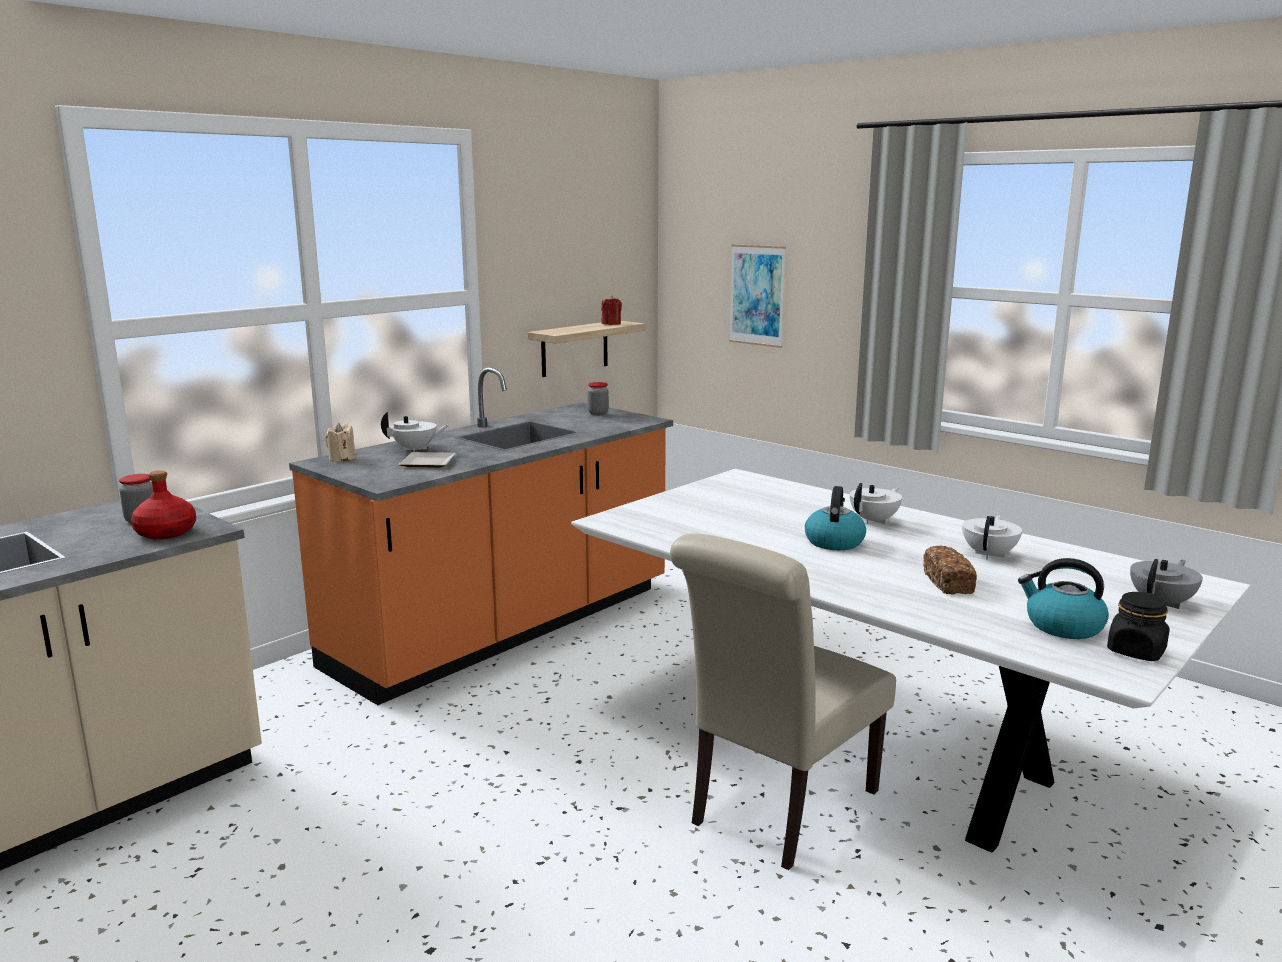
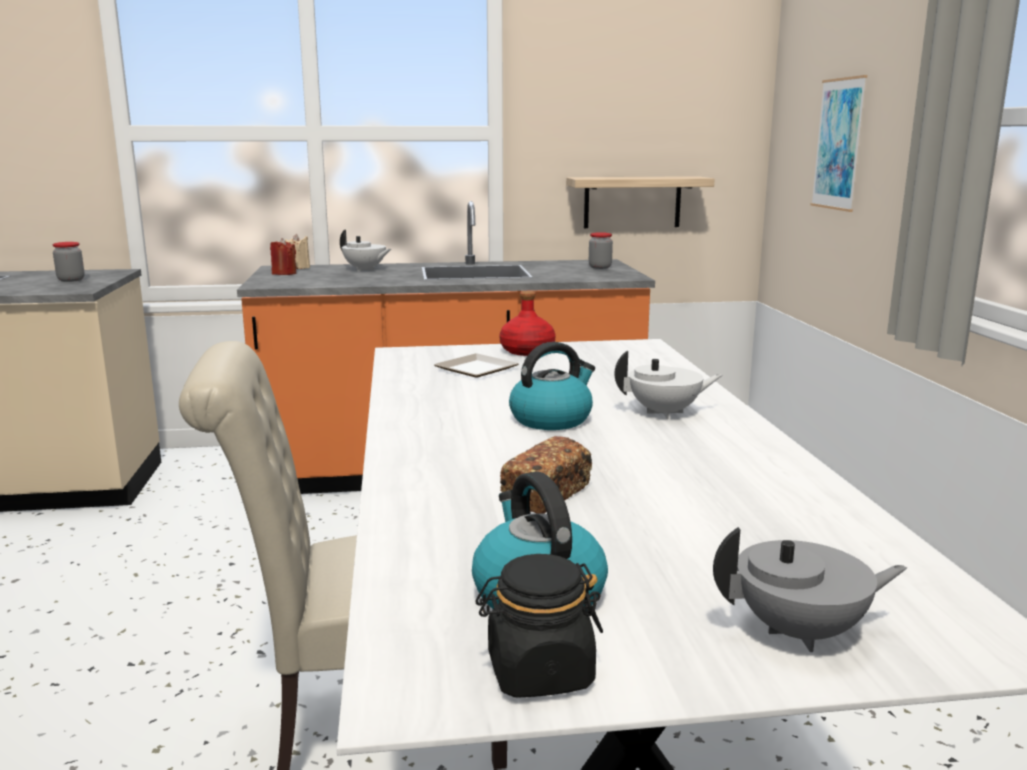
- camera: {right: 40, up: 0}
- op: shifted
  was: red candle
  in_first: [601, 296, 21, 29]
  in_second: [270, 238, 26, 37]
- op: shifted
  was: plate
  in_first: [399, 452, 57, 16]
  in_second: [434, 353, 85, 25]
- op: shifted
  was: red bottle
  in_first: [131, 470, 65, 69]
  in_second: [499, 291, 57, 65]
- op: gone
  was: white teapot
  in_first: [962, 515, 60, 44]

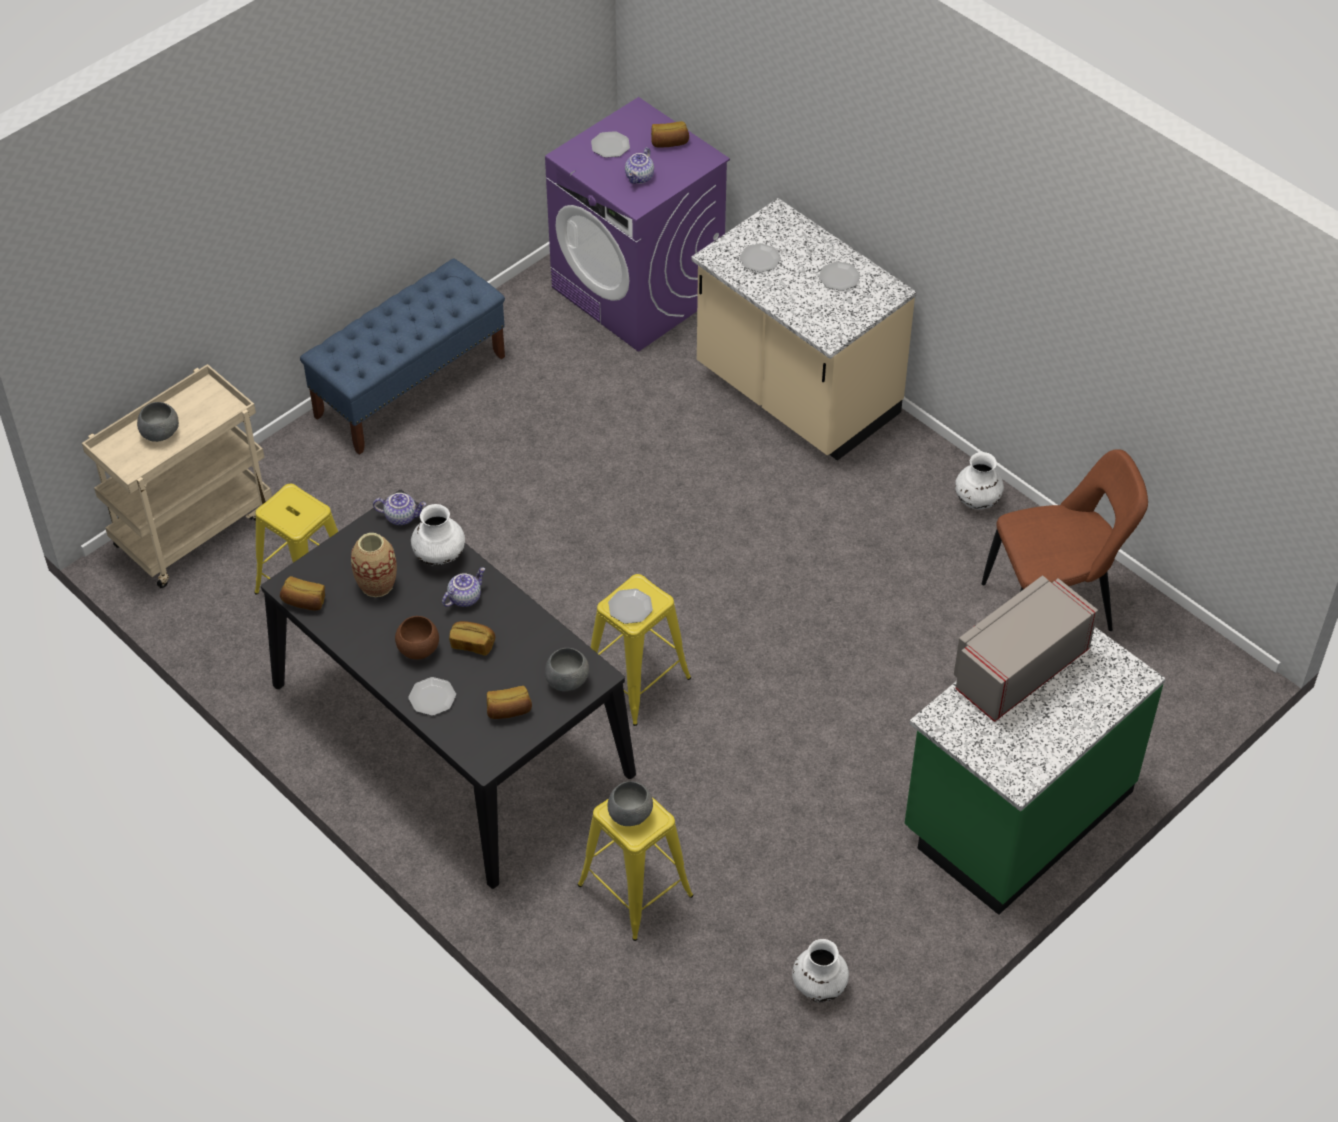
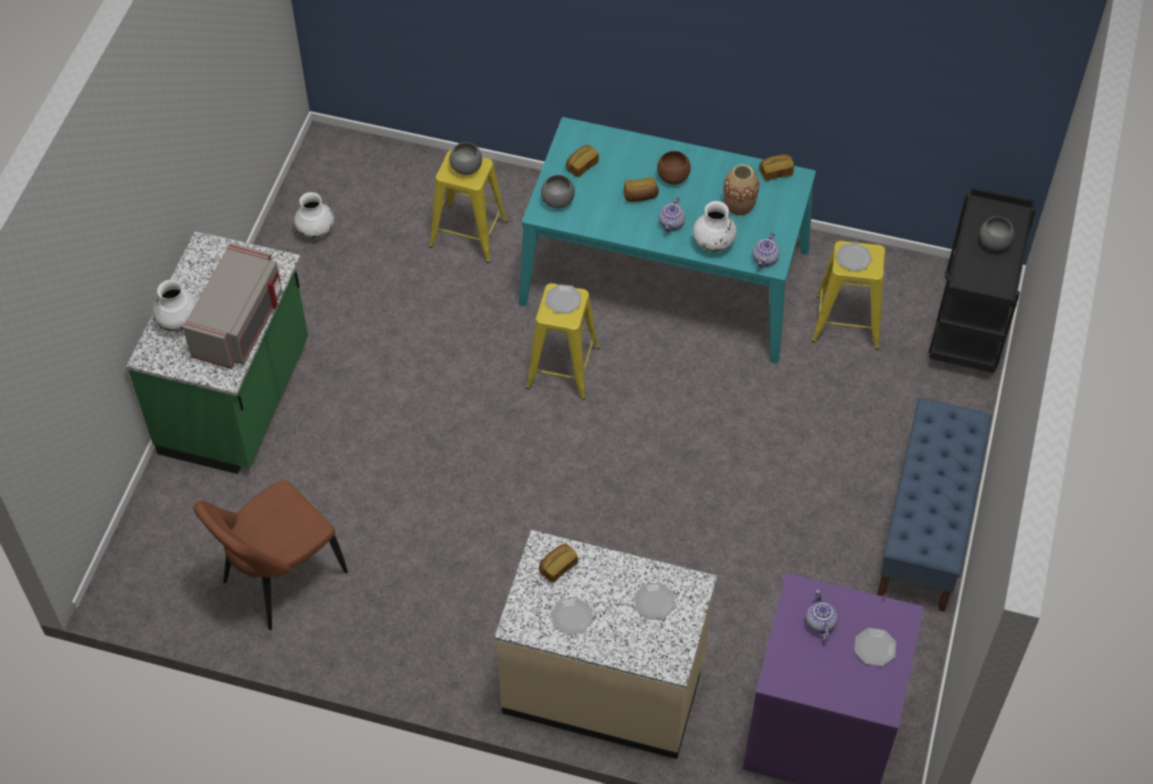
- camera: {right: 150, up: 5}
- op: shifted
  was: white vase
  in_first: [955, 452, 49, 57]
  in_second: [153, 280, 44, 51]
- op: repainted
  was: black dining table
  now: turquoise dining table
  in_first: [261, 490, 375, 399]
  in_second: [519, 117, 297, 247]
- op: shifted
  was: bread
  in_first: [651, 121, 38, 27]
  in_second: [539, 544, 39, 39]
- op: rotated
  was: teapot
  in_first: [373, 493, 53, 32]
  in_second: [752, 233, 27, 35]
  clockwise: -45
- op: shifted
  was: plate
  in_first: [408, 677, 48, 39]
  in_second: [836, 243, 36, 28]
- op: repainted
  was: beige cart
  now: black cart
  in_first: [82, 364, 190, 224]
  in_second: [928, 187, 108, 186]

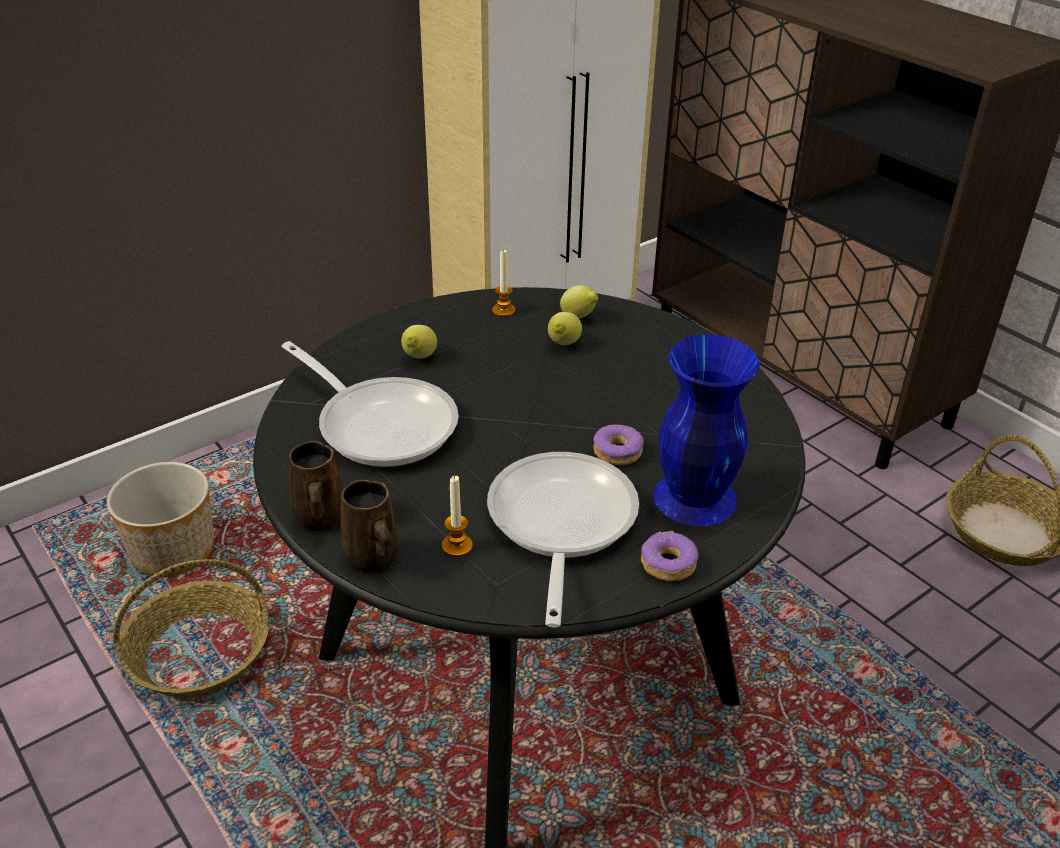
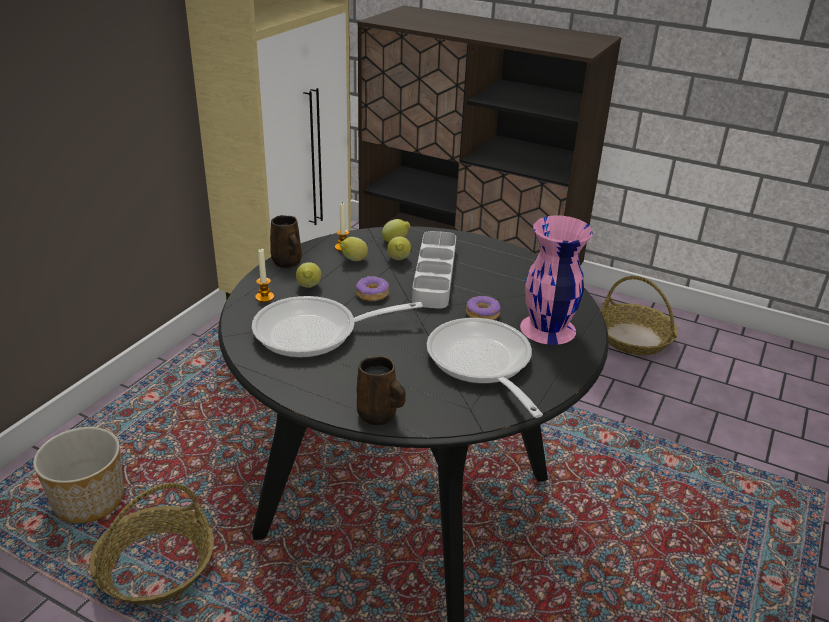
- camera: {right: -25, up: -5}
- op: rotated
  was: frying pan
  in_first: [281, 341, 178, 126]
  in_second: [252, 296, 171, 62]
  clockwise: 150
- op: shifted
  was: candle
  in_first: [442, 476, 31, 81]
  in_second: [255, 249, 19, 53]
- op: shifted
  was: brown mug
  in_first: [289, 441, 53, 90]
  in_second: [270, 215, 32, 53]
- op: new
  now: lemon
  in_second: [340, 237, 28, 24]
- op: shifted
  was: donut
  in_first: [641, 531, 57, 50]
  in_second: [356, 276, 33, 25]
- op: new
  now: grey tray
  in_second: [412, 231, 44, 78]
- op: repainted
  was: blue vase
  now: pink vase
  in_first: [653, 334, 107, 192]
  in_second: [520, 215, 73, 130]

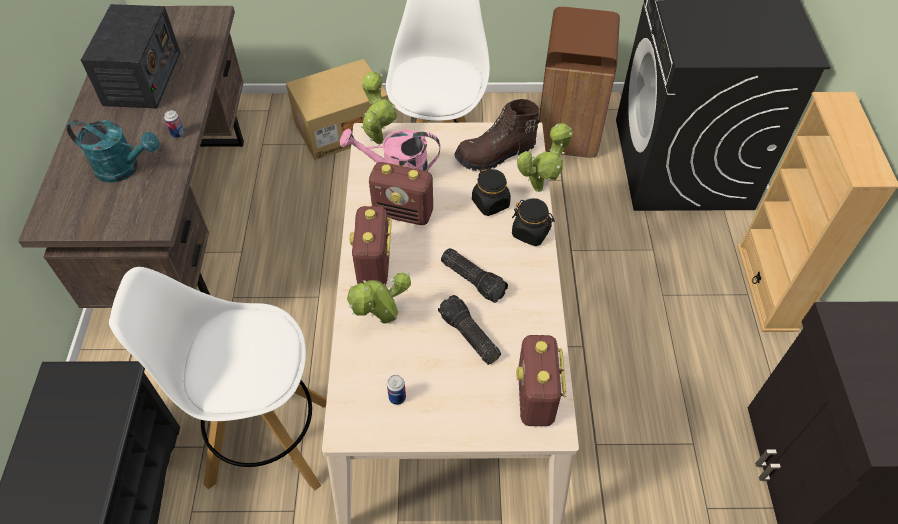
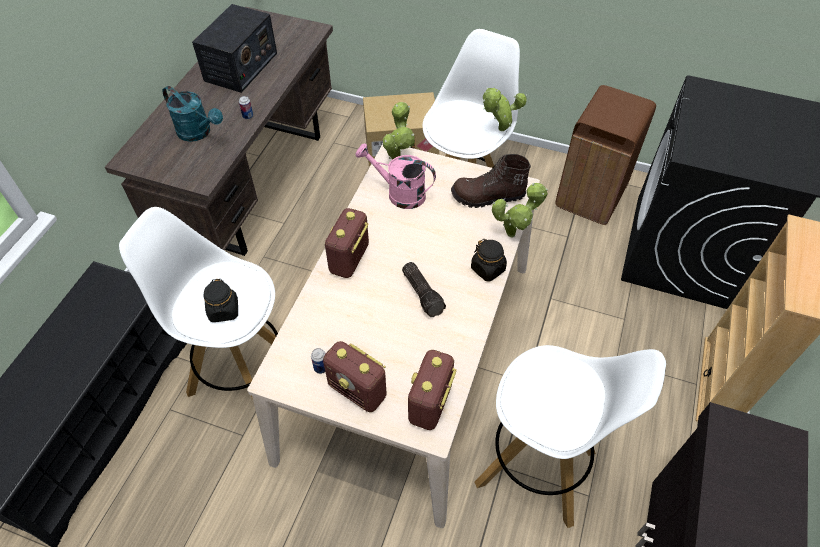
- camera: {right: 20, up: 0}
- op: shifted
  was: black jar
  in_first: [472, 167, 39, 49]
  in_second: [203, 279, 35, 43]
- op: shifted
  was: radio
  in_first: [369, 162, 64, 63]
  in_second: [323, 341, 64, 71]
- op: new
  now: white stool
  in_second: [475, 345, 191, 183]
- op: shifted
  was: potted plant
  in_first: [347, 273, 64, 51]
  in_second: [483, 88, 44, 43]
- op: gone
  was: flashlight
  in_first: [438, 295, 63, 70]

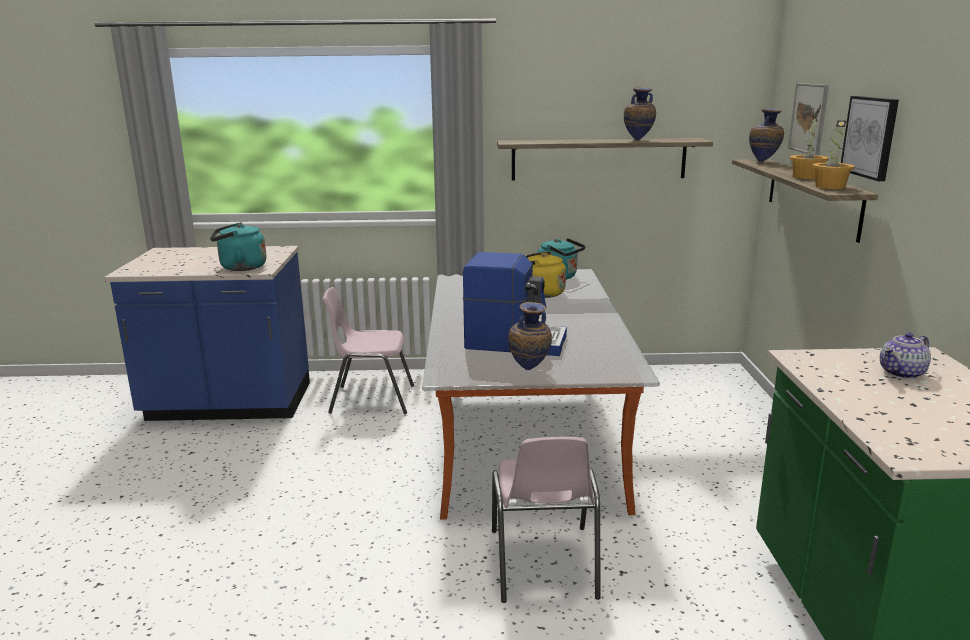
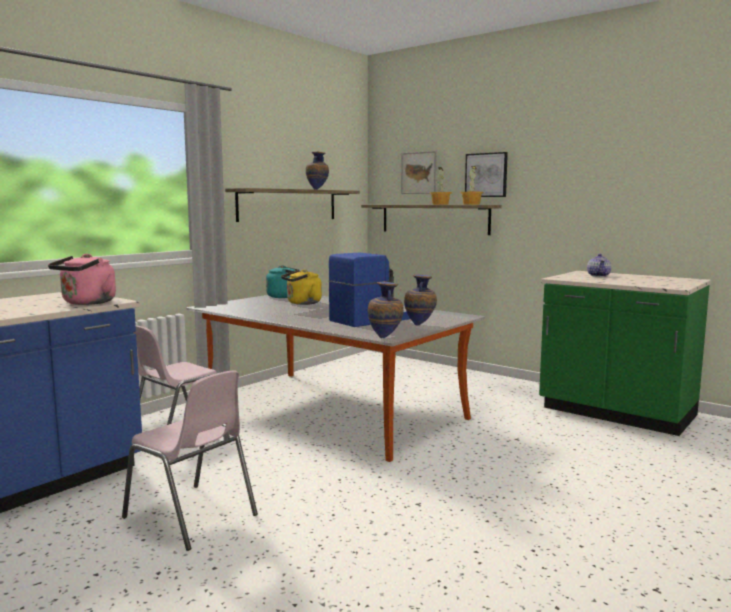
- camera: {right: -50, up: -10}
- op: repainted
  was: turquoise kettle
  now: pink kettle
  in_first: [210, 222, 57, 49]
  in_second: [48, 254, 68, 51]
- op: shifted
  was: pink chair
  in_first: [492, 437, 109, 166]
  in_second: [122, 370, 136, 181]
- op: shifted
  was: vase
  in_first: [749, 108, 35, 54]
  in_second: [368, 282, 36, 56]

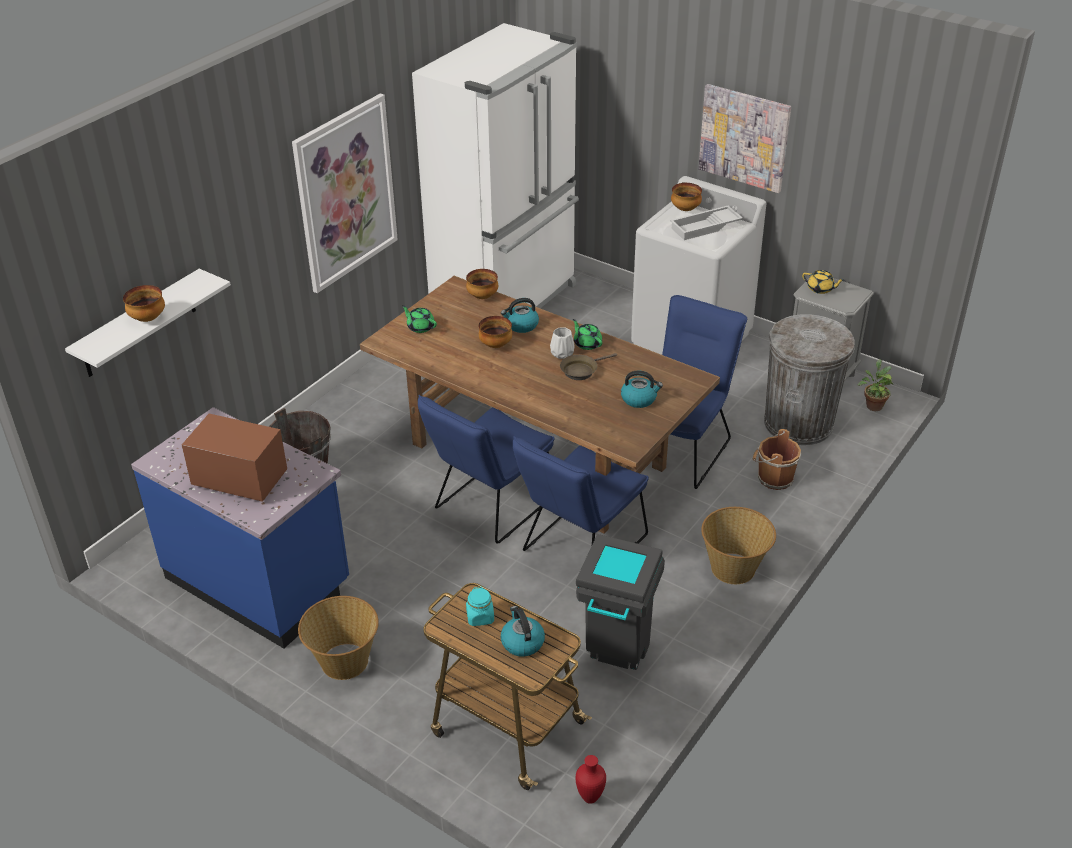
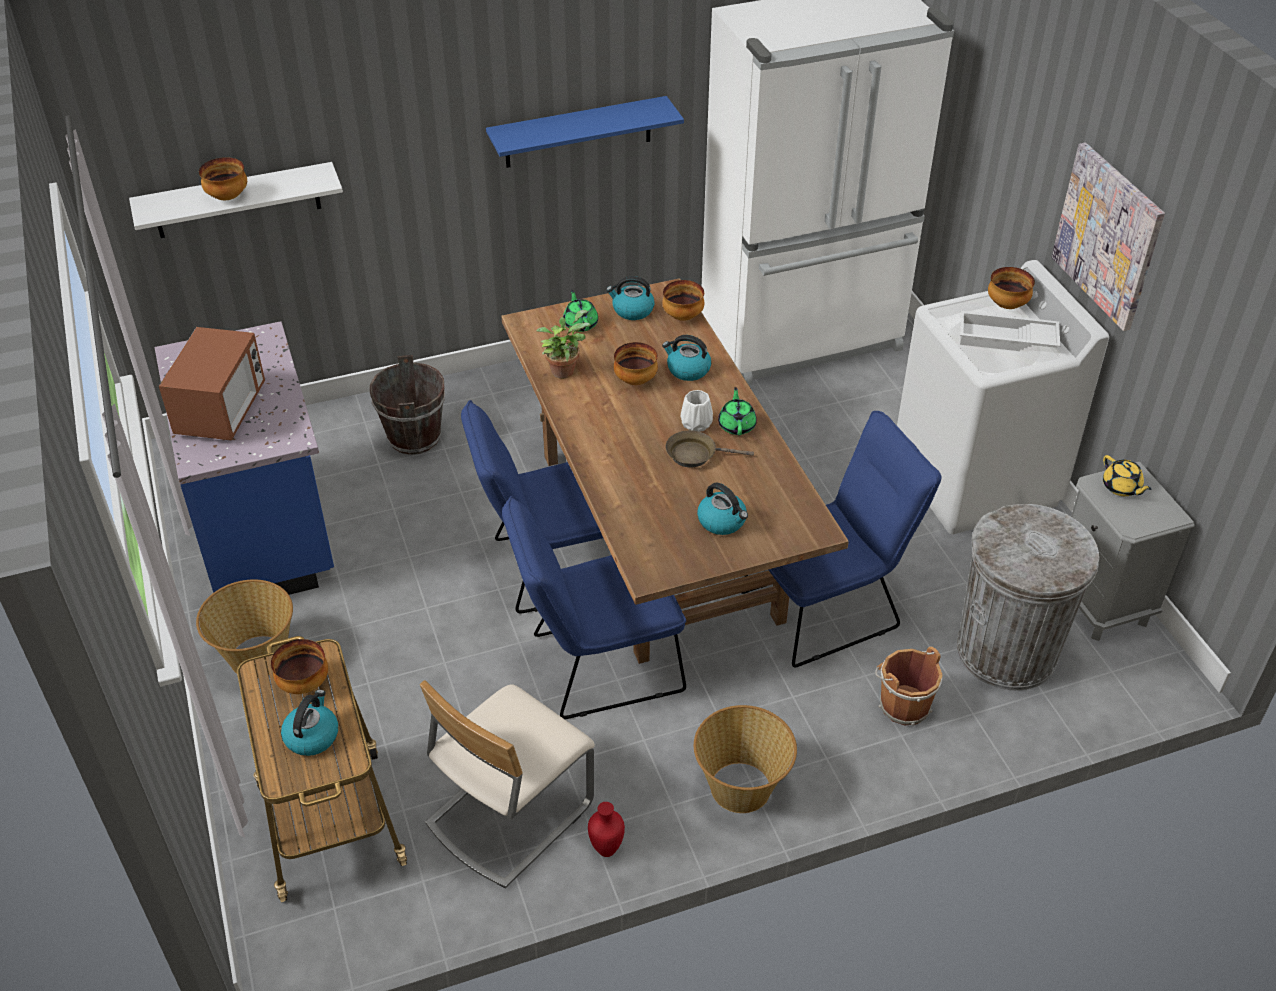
- camera: {right: 35, up: 5}
- op: rotated
  was: microwave
  in_first: [182, 414, 105, 88]
  in_second: [159, 327, 106, 113]
  clockwise: 45
- op: swapped
  was: turquoise jar
  now: bowl
  in_first: [466, 587, 28, 39]
  in_second: [271, 639, 57, 55]
- op: swapped
  was: grey trash can
  now: beige chair
  in_first: [576, 534, 89, 136]
  in_second: [420, 680, 175, 208]
- op: swapped
  was: picture
  now: blue shelf
  in_first: [292, 93, 106, 200]
  in_second: [486, 96, 198, 72]
- op: shifted
  was: potted plant
  in_first: [858, 359, 35, 52]
  in_second: [536, 310, 55, 69]
- op: shifted
  was: red vase
  in_first: [576, 755, 30, 49]
  in_second: [588, 802, 37, 55]
- op: new
  now: kettle
  in_second: [606, 276, 48, 44]

